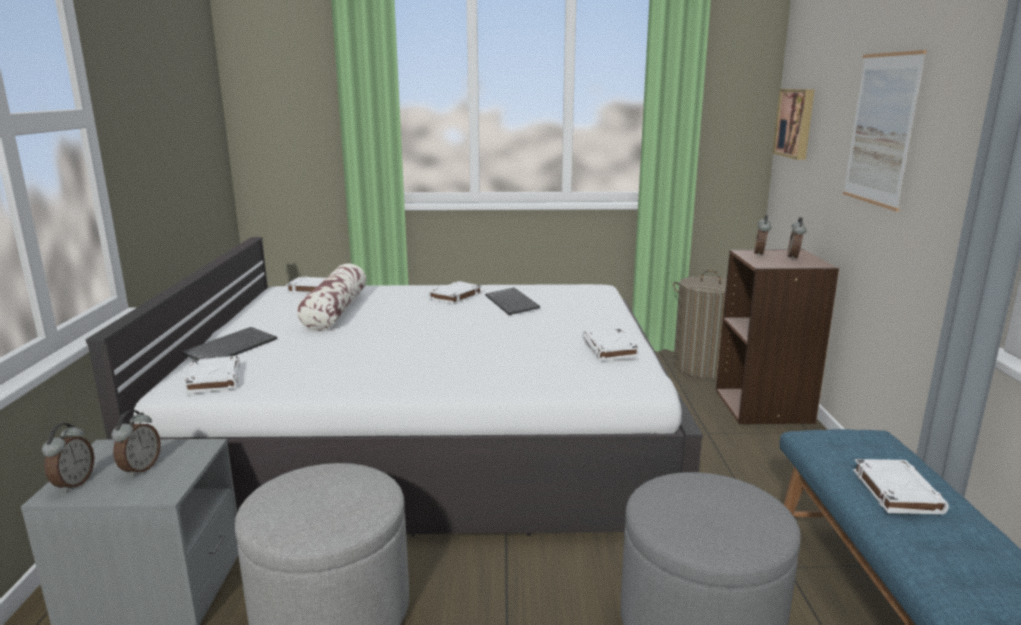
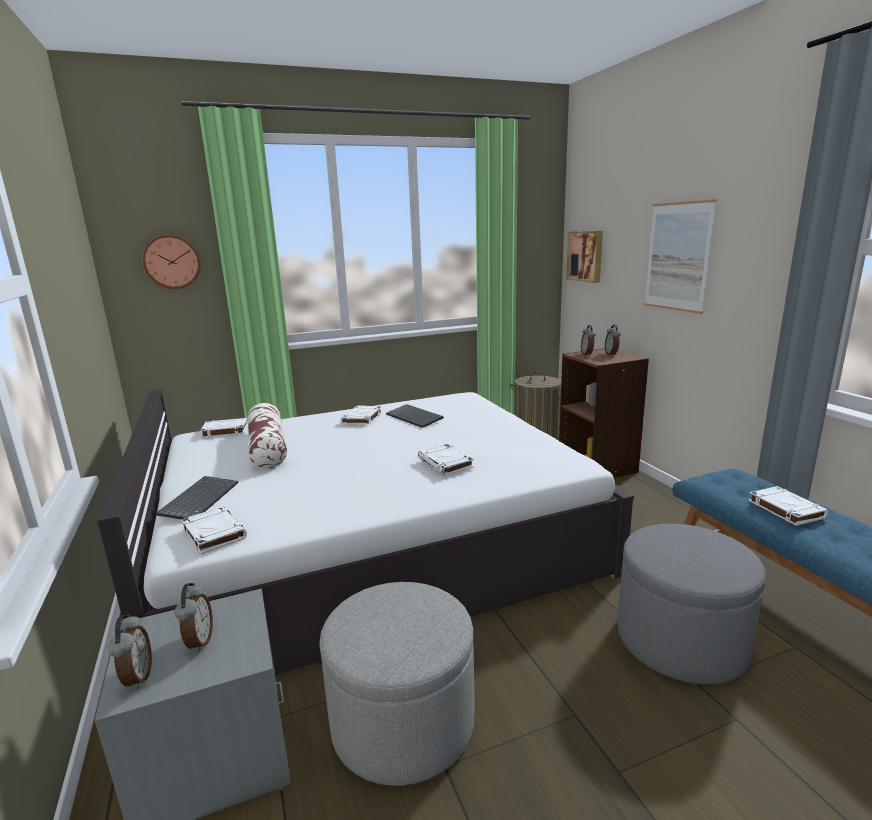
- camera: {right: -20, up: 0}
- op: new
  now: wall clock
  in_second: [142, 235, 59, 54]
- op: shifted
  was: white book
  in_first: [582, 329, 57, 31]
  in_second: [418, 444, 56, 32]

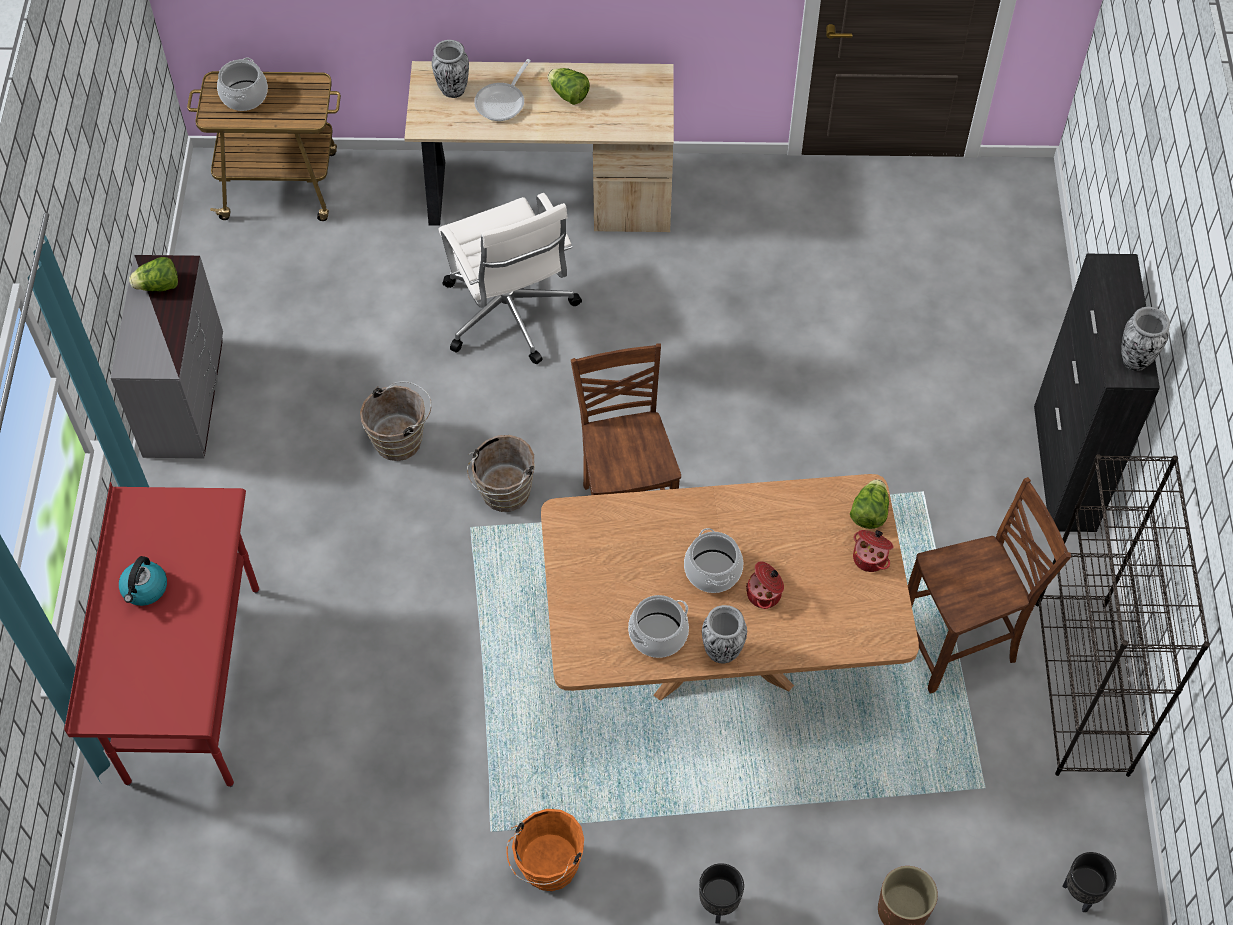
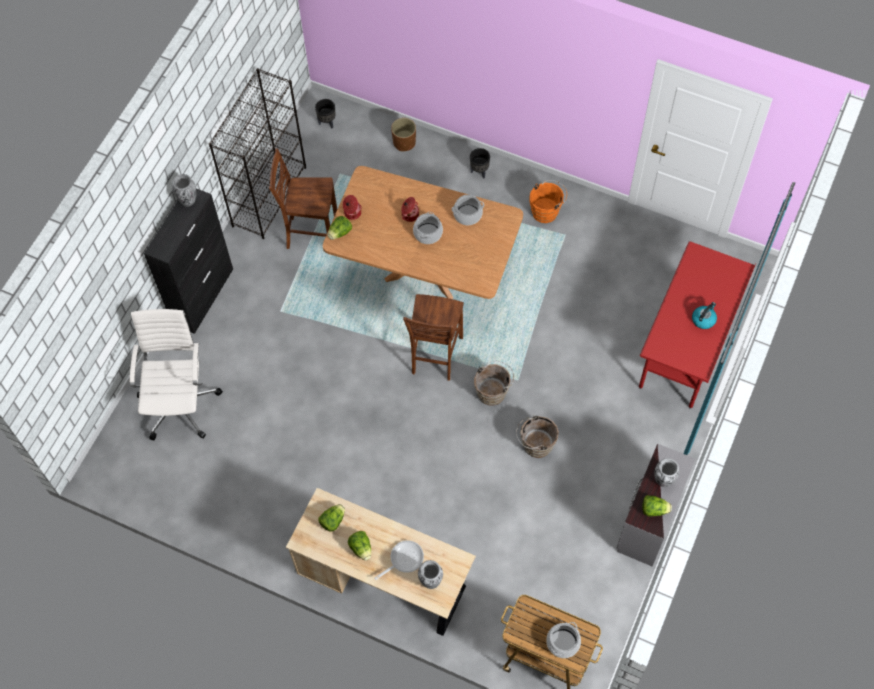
- camera: {right: -155, up: 5}
- op: shifted
  was: white office chair
  in_first: [439, 193, 143, 172]
  in_second: [130, 309, 93, 131]
- op: new
  now: lettuce
  in_second: [318, 504, 27, 28]
- op: shifted
  was: vase
  in_first: [702, 605, 45, 58]
  in_second: [655, 458, 24, 29]

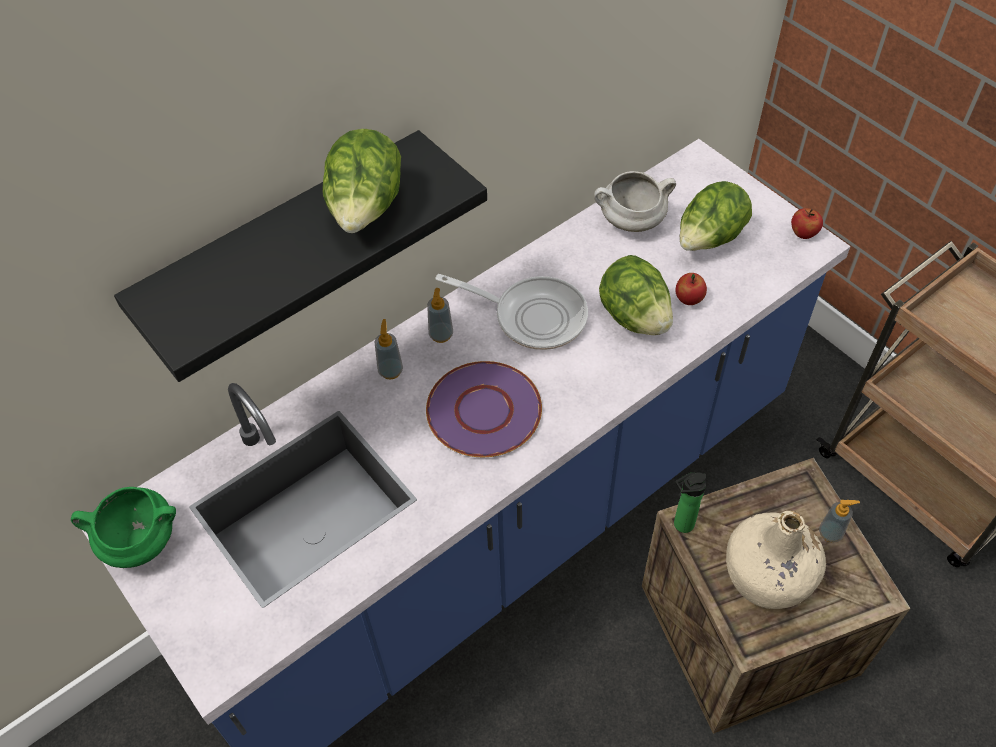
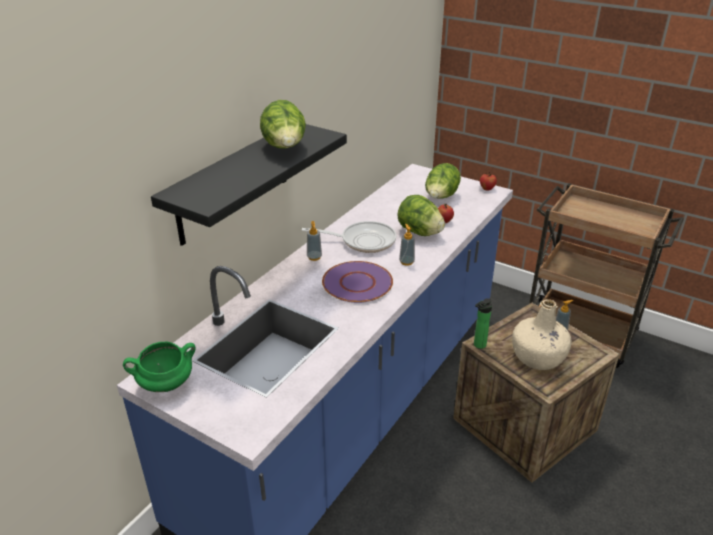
- camera: {right: -20, up: -20}
- op: shifted
  was: soap dispenser
  in_first: [375, 319, 28, 60]
  in_second: [399, 224, 16, 42]
- op: gone
  was: white cooking pot
  in_first: [594, 171, 82, 61]

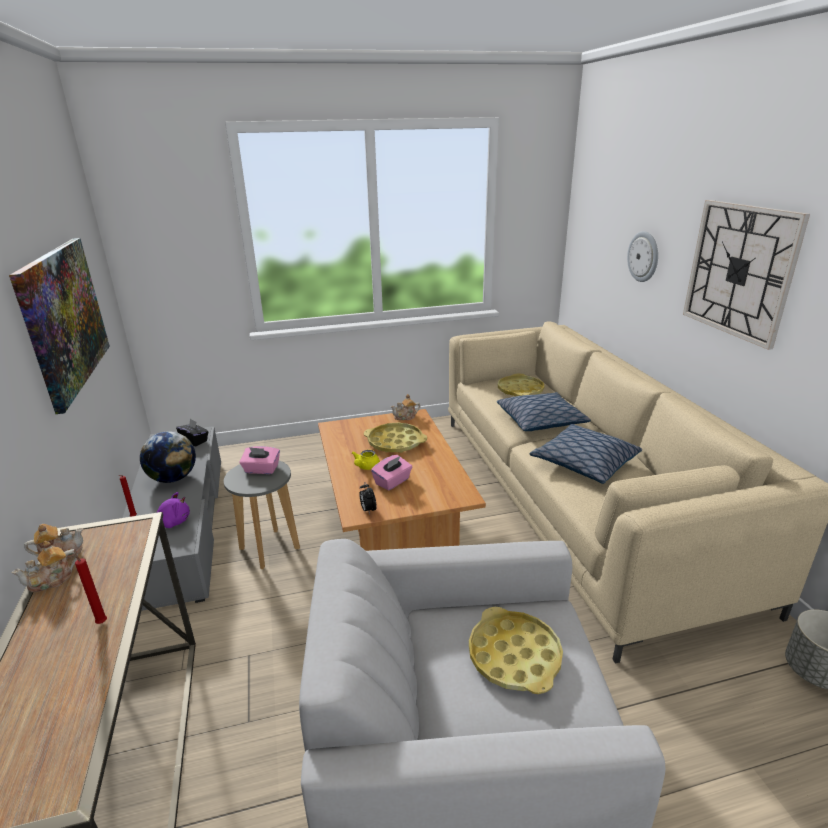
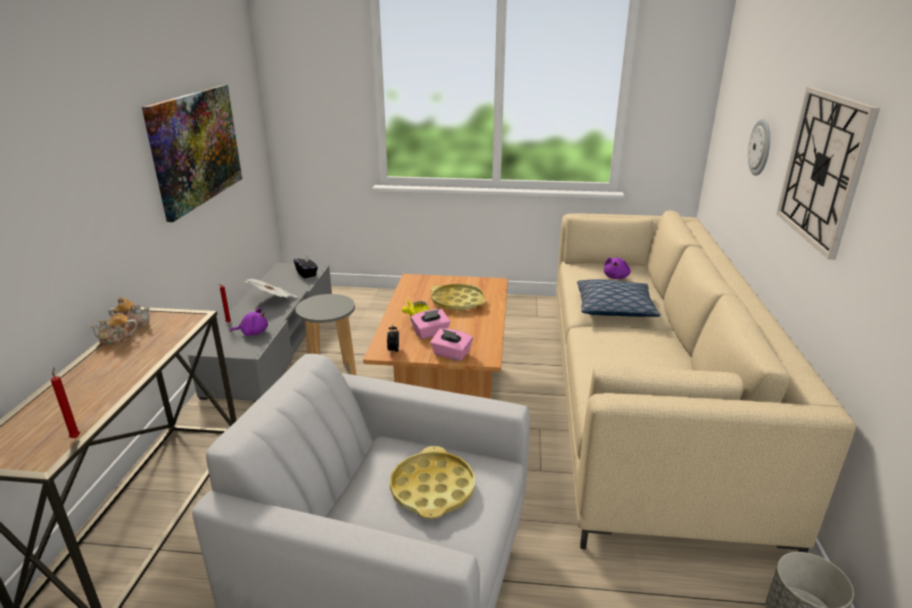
- camera: {right: 20, up: 0}
- op: shifted
  was: red candle
  in_first: [74, 550, 33, 74]
  in_second: [51, 367, 29, 71]
- op: swapped
  was: globe
  now: newspaper
  in_first: [140, 431, 56, 52]
  in_second: [245, 279, 53, 19]
- op: shifted
  was: pink tissue box
  in_first: [239, 446, 41, 28]
  in_second: [430, 328, 43, 33]
- op: swapped
  was: yellow tray
  now: purple plush toy
  in_first: [498, 374, 46, 22]
  in_second: [604, 257, 27, 22]
- op: gone
  was: teapot
  in_first: [390, 394, 30, 26]
- op: gone
  was: pillow
  in_first: [530, 424, 112, 60]

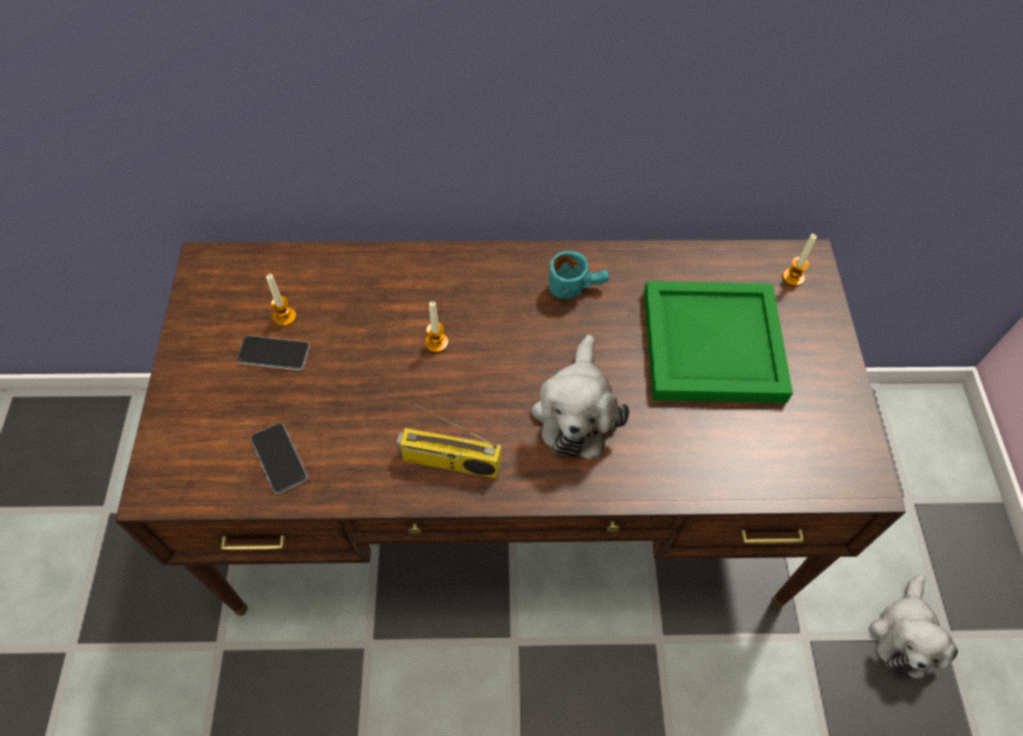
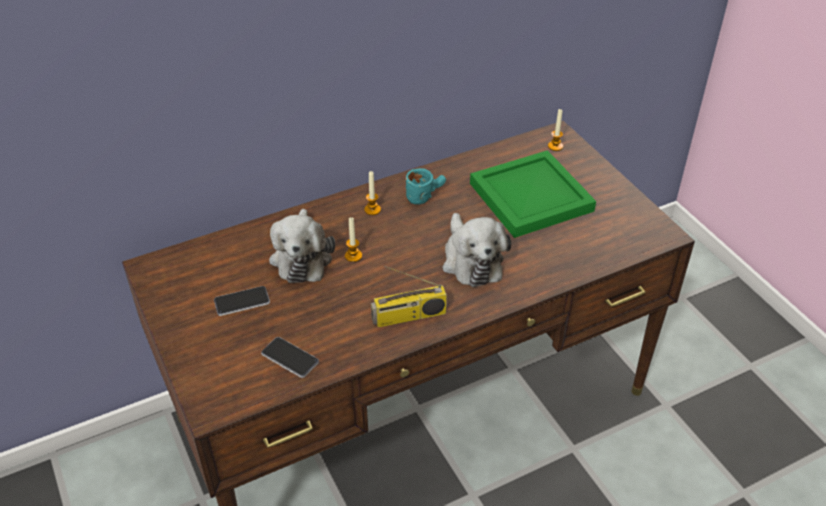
- camera: {right: -25, up: -15}
- op: shifted
  was: plush toy
  in_first: [870, 574, 88, 105]
  in_second: [269, 209, 66, 74]
- op: shifted
  was: candle
  in_first: [266, 274, 30, 52]
  in_second: [364, 171, 17, 44]

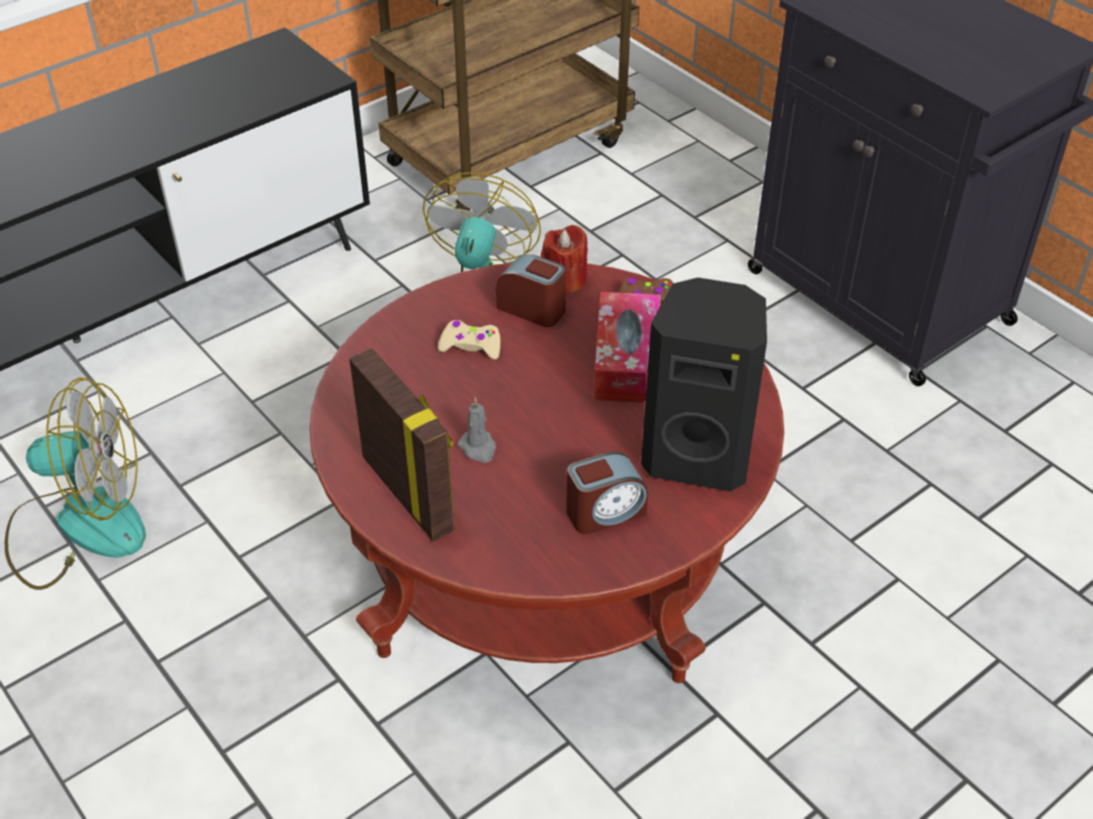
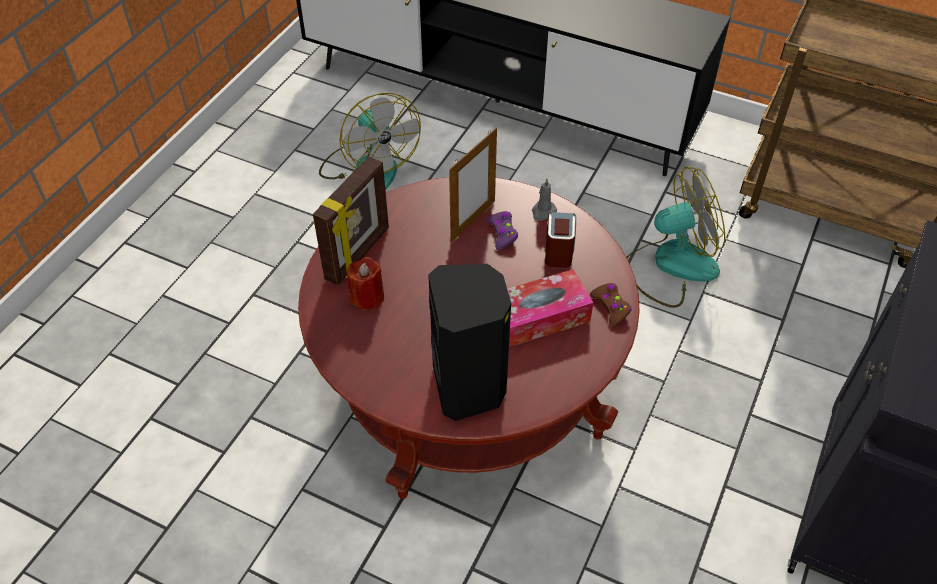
- camera: {right: 65, up: 5}
- op: shifted
  was: red candle
  in_first: [541, 225, 47, 70]
  in_second: [347, 257, 37, 53]
- op: new
  now: picture frame
  in_second: [449, 128, 48, 114]
- op: repainted
  was: beige game controller
  now: purple game controller
  in_first: [438, 320, 63, 40]
  in_second: [486, 211, 32, 39]
- op: shifted
  was: grey candle
  in_first: [458, 397, 38, 66]
  in_second: [532, 178, 25, 43]
- op: gone
  was: alarm clock
  in_first: [566, 452, 82, 82]

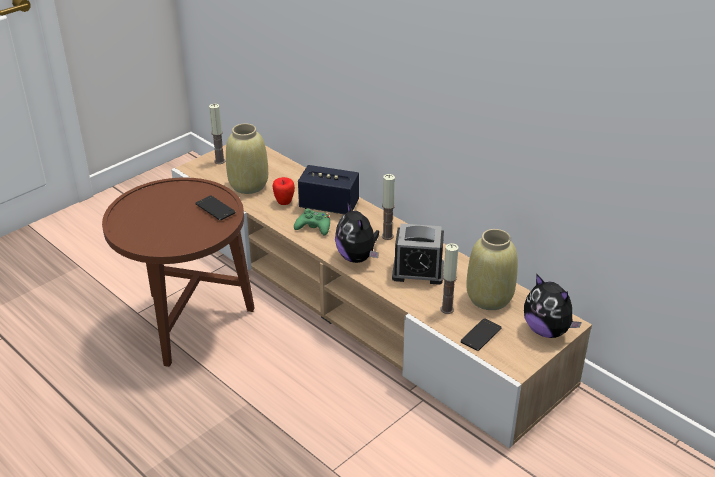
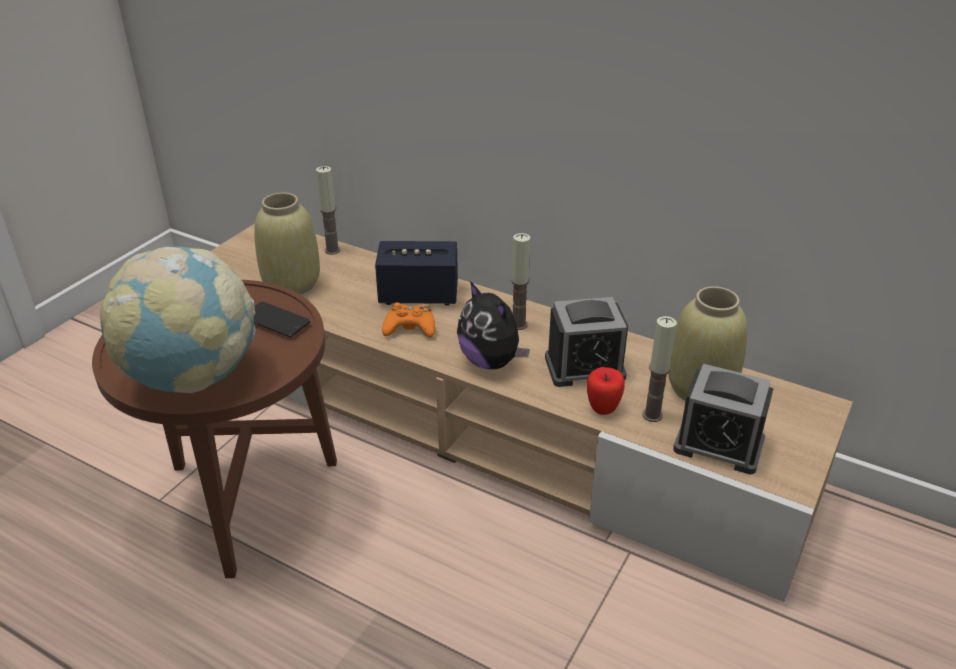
- camera: {right: -15, up: 0}
- op: new
  now: globe
  in_second: [100, 247, 156, 146]
- op: shifted
  was: candle
  in_first: [209, 104, 16, 60]
  in_second: [316, 166, 24, 89]
- op: repainted
  was: green game controller
  now: orange game controller
  in_first: [294, 208, 36, 27]
  in_second: [382, 302, 53, 35]
- op: shifted
  was: apple
  in_first: [273, 177, 22, 28]
  in_second: [587, 367, 38, 48]
- op: swapped
  was: phone
  now: alarm clock
  in_first: [460, 318, 42, 33]
  in_second: [673, 364, 101, 110]
- op: gone
  was: plush toy
  in_first: [524, 273, 58, 65]

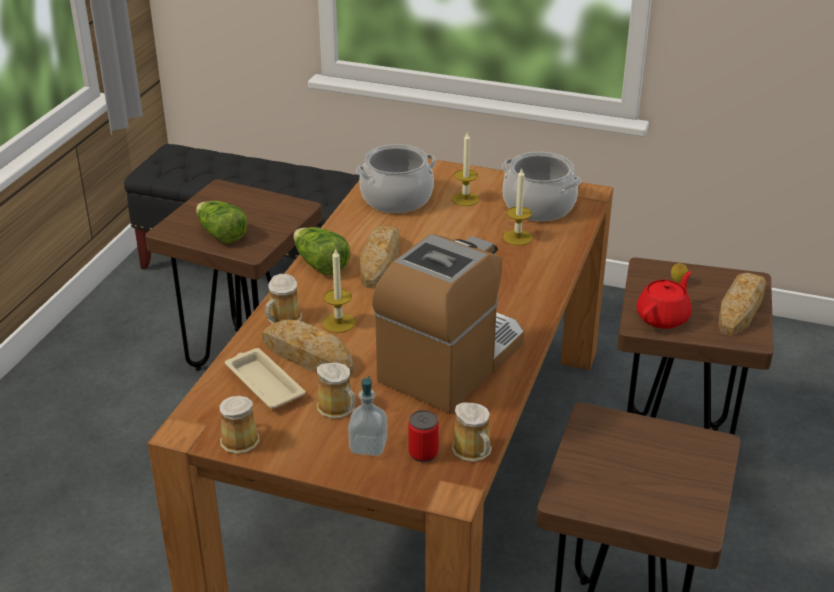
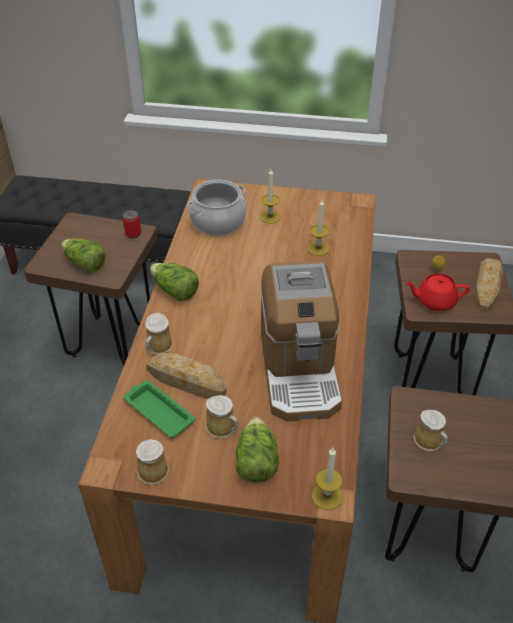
- camera: {right: -10, up: 10}
- op: shifted
  was: can
  in_first: [408, 410, 31, 52]
  in_second: [123, 210, 18, 28]
- op: repainted
  was: beige tray
  now: green tray
  in_first: [225, 348, 81, 61]
  in_second: [124, 380, 71, 58]
- op: swapped
  was: soap dispenser
  now: lettuce
  in_first: [348, 376, 40, 80]
  in_second: [236, 417, 43, 66]
- op: rotated
  was: coffee machine
  in_first: [372, 234, 152, 179]
  in_second: [261, 261, 81, 161]
  clockwise: 150
- op: shifted
  was: candle
  in_first: [323, 248, 32, 85]
  in_second: [312, 448, 31, 62]
- op: rotated
  was: red teapot
  in_first: [636, 271, 56, 58]
  in_second: [406, 274, 64, 37]
  clockwise: -120
- op: shifted
  was: mug
  in_first: [452, 402, 40, 60]
  in_second: [414, 410, 34, 41]
- op: gone
  was: bread
  in_first: [360, 226, 40, 63]
- op: gone
  was: cooking pot
  in_first: [502, 152, 79, 69]

